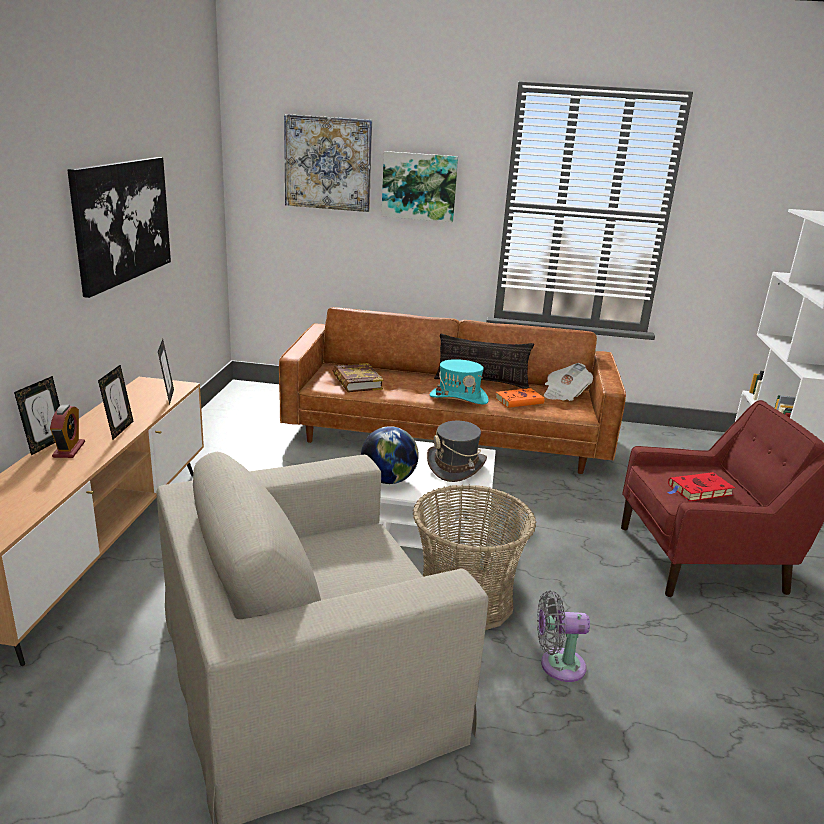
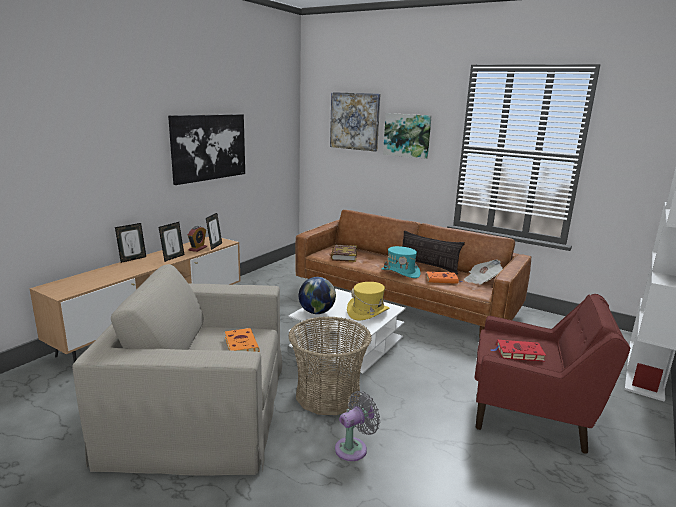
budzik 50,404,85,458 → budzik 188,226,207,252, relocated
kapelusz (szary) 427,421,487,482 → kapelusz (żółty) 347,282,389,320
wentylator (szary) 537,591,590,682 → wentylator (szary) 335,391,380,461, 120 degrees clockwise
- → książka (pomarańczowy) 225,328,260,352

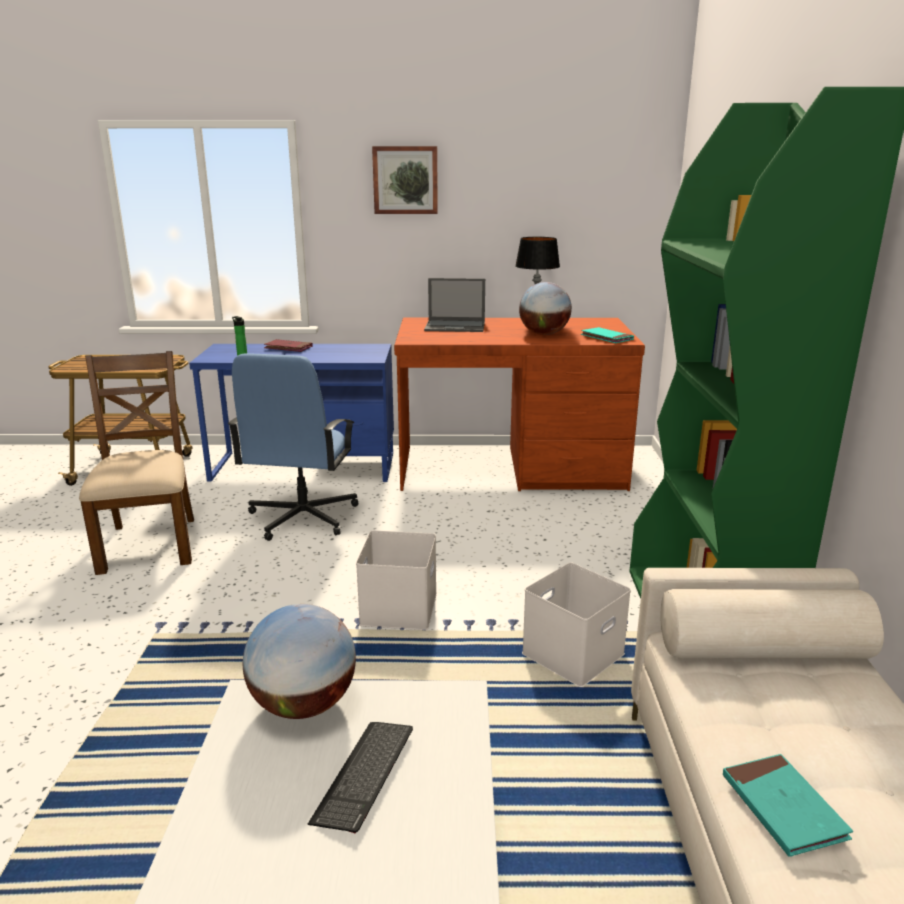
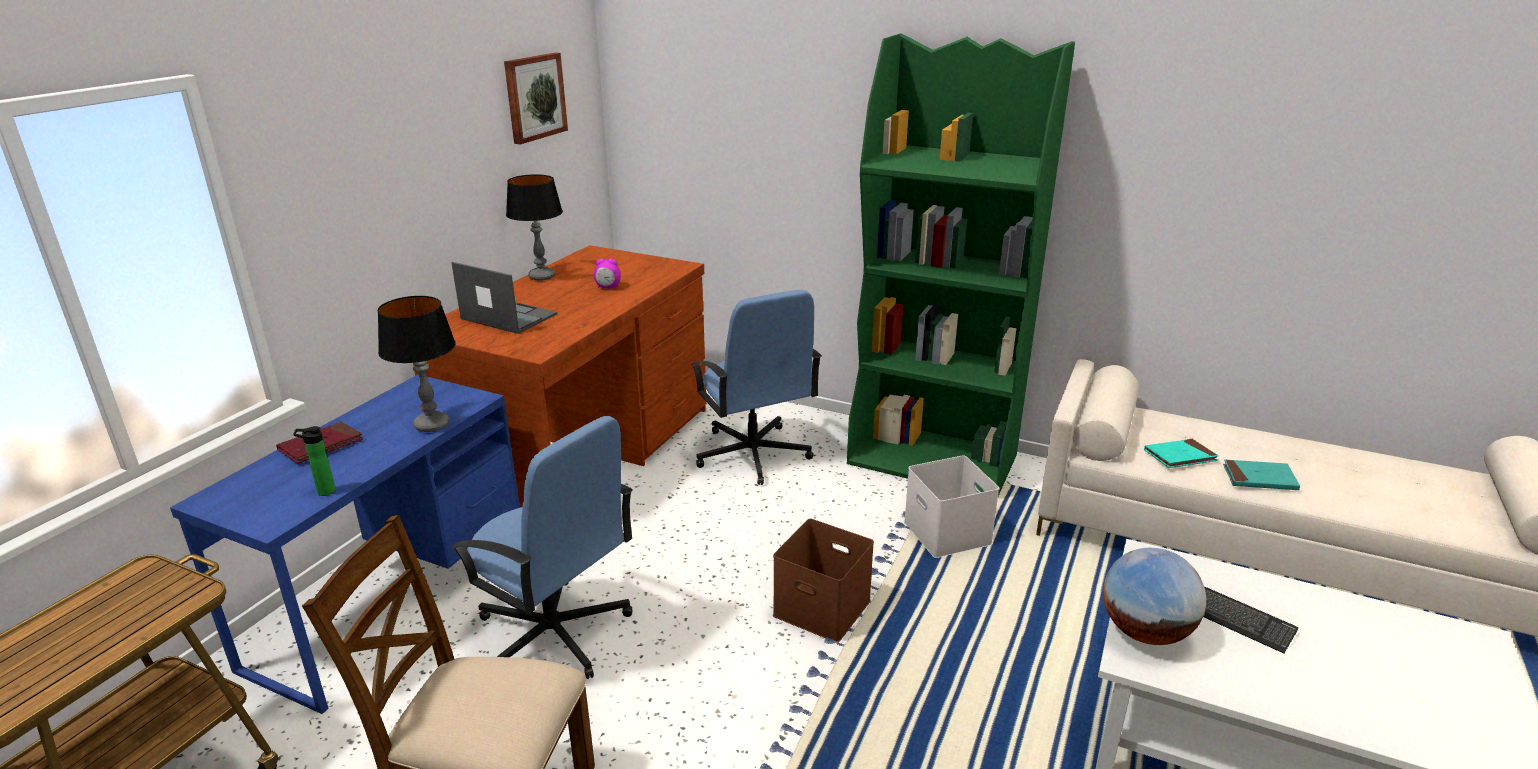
obraz 372,146,438,214 → obraz 504,52,568,144, relocated
laptop 424,278,485,332 → laptop 452,262,557,334, 90 degrees counterclockwise
globus 519,282,572,335 → budzik 594,258,621,289
książka (turkusowy) 581,327,634,343 → książka (turkusowy) 1144,439,1219,468, relocated
pojemnik do przechowywania (biały) 356,530,437,630 → pojemnik do przechowywania (brązowy) 773,519,874,642
- → krzesło biurowe (niebieski) 691,290,822,485
- → lampa stołowa 378,296,456,432

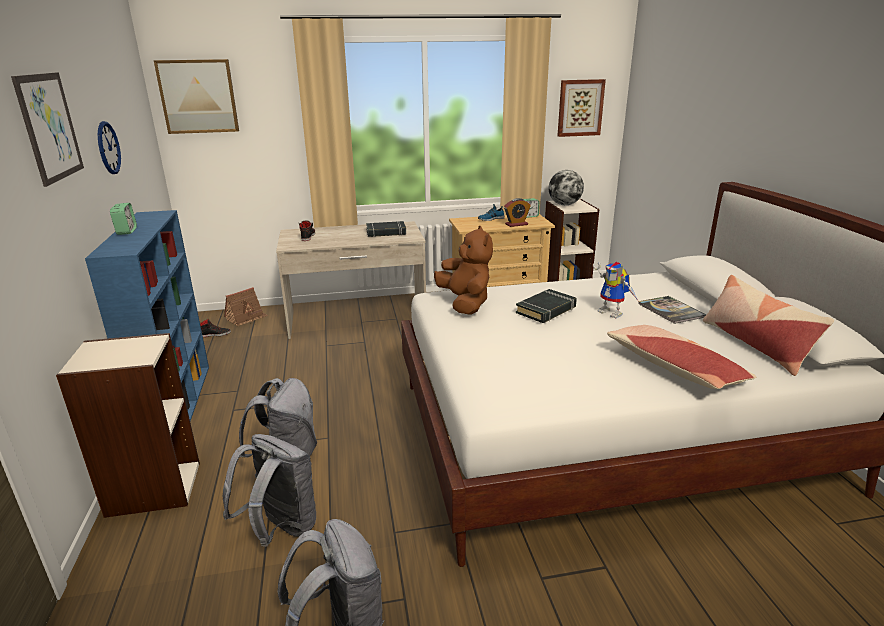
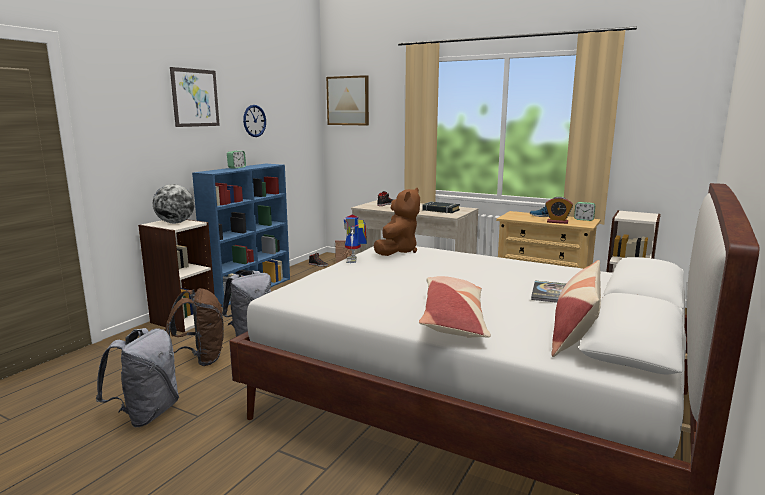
obraz 558,79,606,137 → -
globus 549,170,584,205 → globus 153,184,194,223, relocated
robot zabawkowy 593,262,638,318 → robot zabawkowy 343,215,367,263, relocated
książka (czarny) 516,289,577,323 → -
plecak (szary) 223,434,316,547 → plecak (brązowy) 165,288,224,366

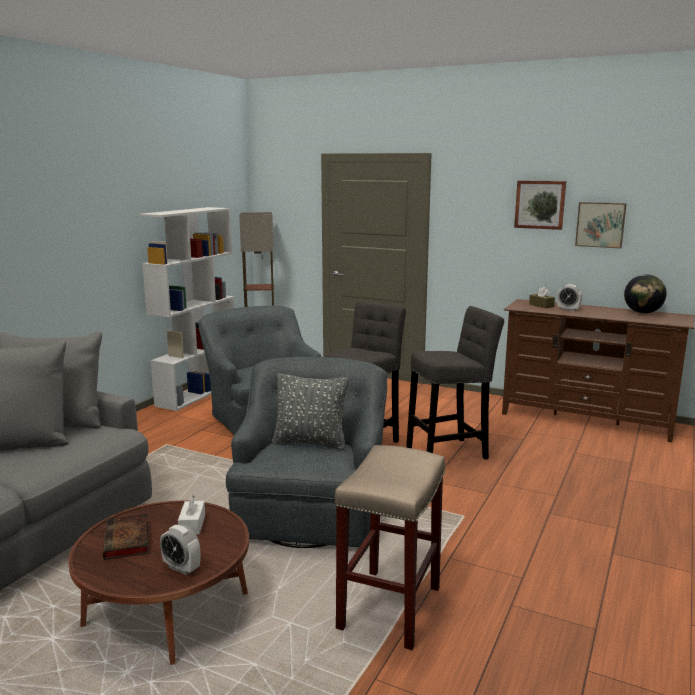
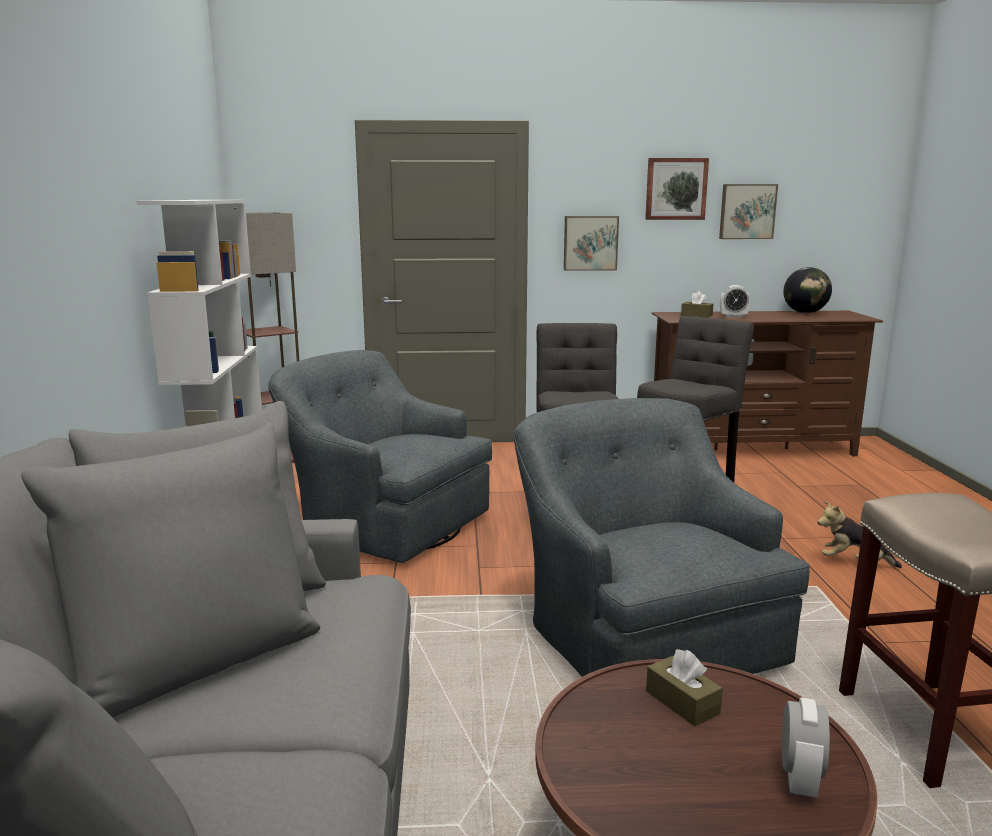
poduszka (szary) 272,373,349,450 → -
pudełko chusteczek (biały) 178,495,205,535 → pudełko chusteczek (brązowy) 646,649,723,726
książka 103,514,148,560 → -
budzik 160,525,201,575 → budzik 782,697,830,798, 75 degrees counterclockwise
- → obraz 564,216,619,271
- → pluszak 818,501,902,568

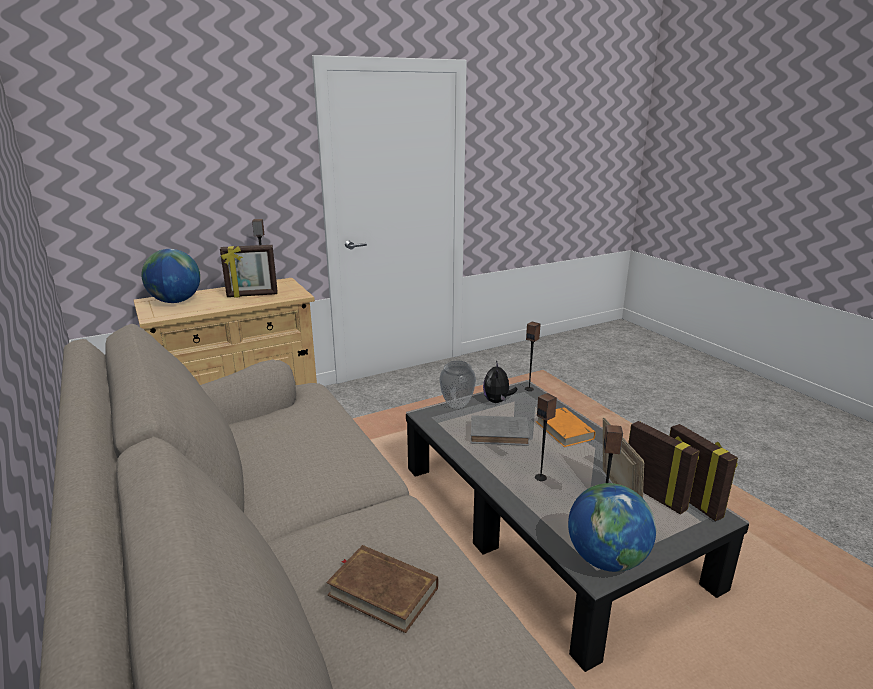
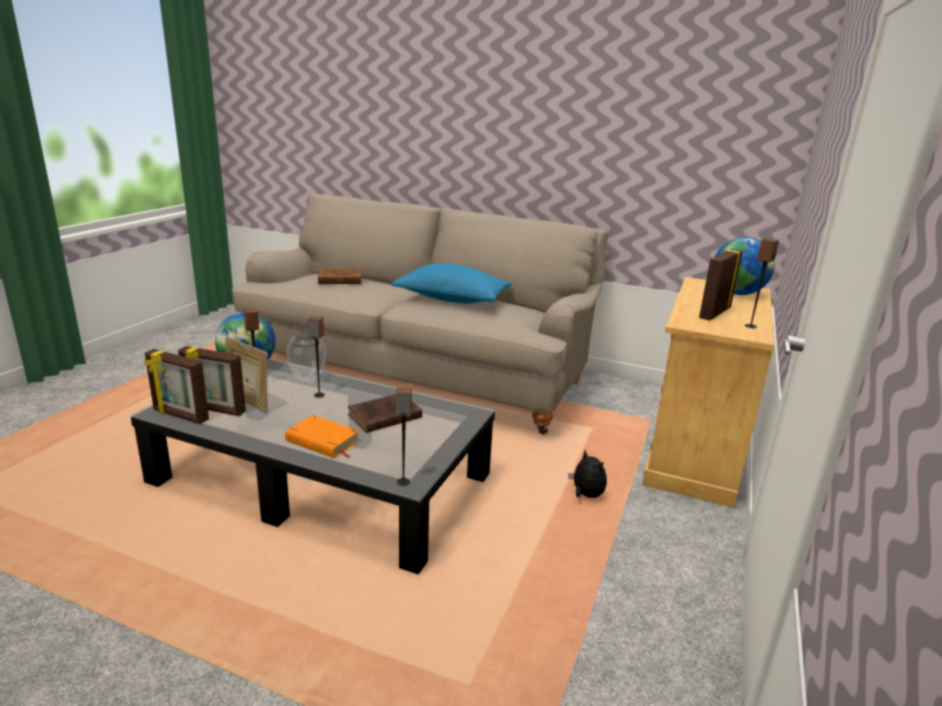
pluszak 483,360,517,403 → pluszak 568,450,607,498, relocated
wazon 439,361,476,409 → wazon 286,332,326,384, relocated
książka (szary) 471,415,529,446 → książka (brązowy) 348,394,422,433
- → poduszka (niebieski) 391,263,512,304

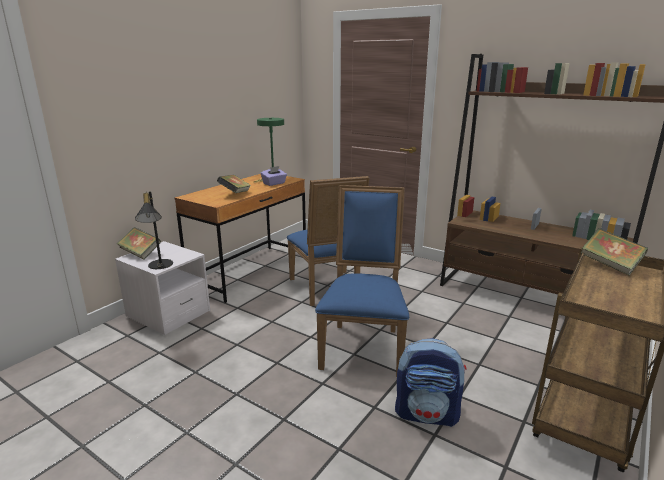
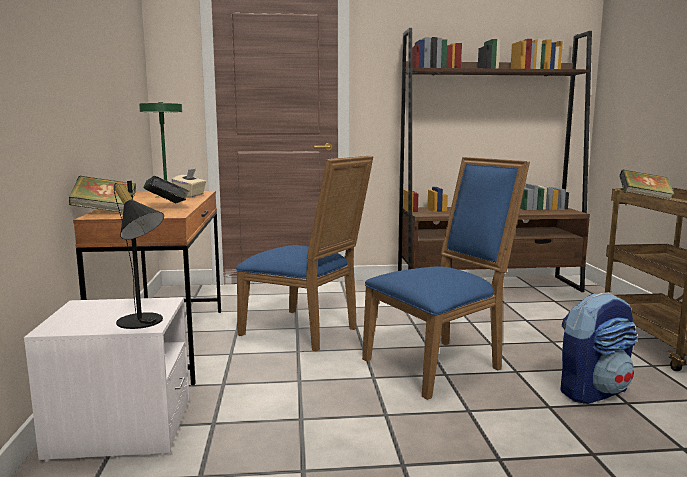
pudełko chusteczek (fioletowy) 261,166,287,186 → pudełko chusteczek (beżowy) 172,169,206,198
krzesło (niebieski) 315,185,409,377 → krzesło (niebieski) 362,157,530,400, 90 degrees clockwise
książka 117,227,161,260 → książka 69,176,136,213, relocated

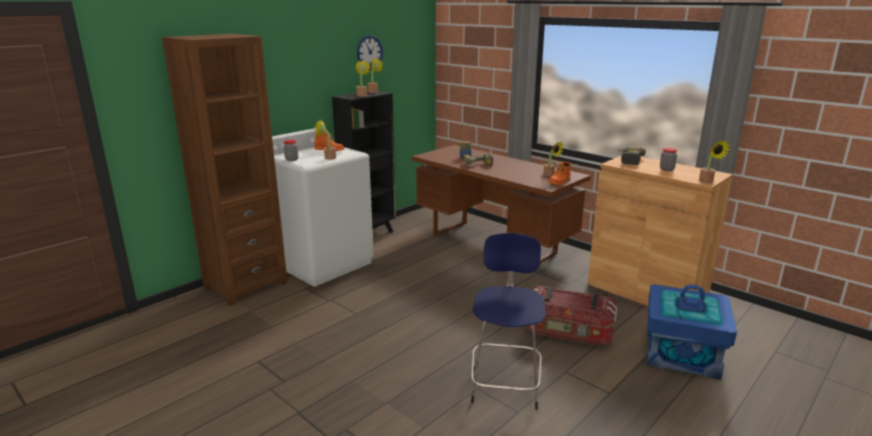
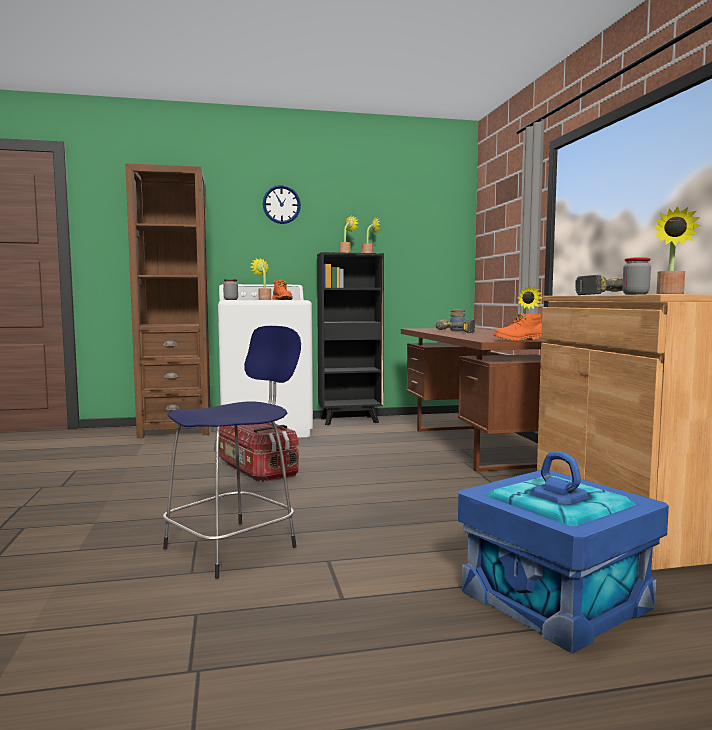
zegar ścienny 357,35,383,70 → zegar ścienny 263,185,301,224, relocated
pojemnik do przechowywania 525,286,617,346 → pojemnik do przechowywania 219,422,299,482, relocated

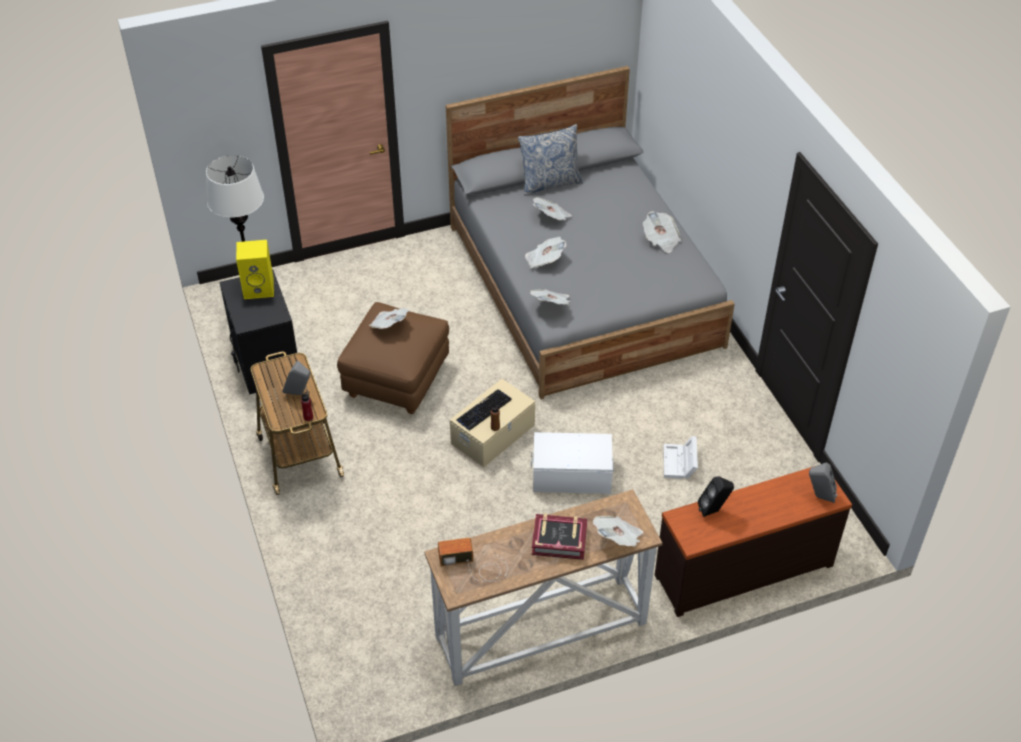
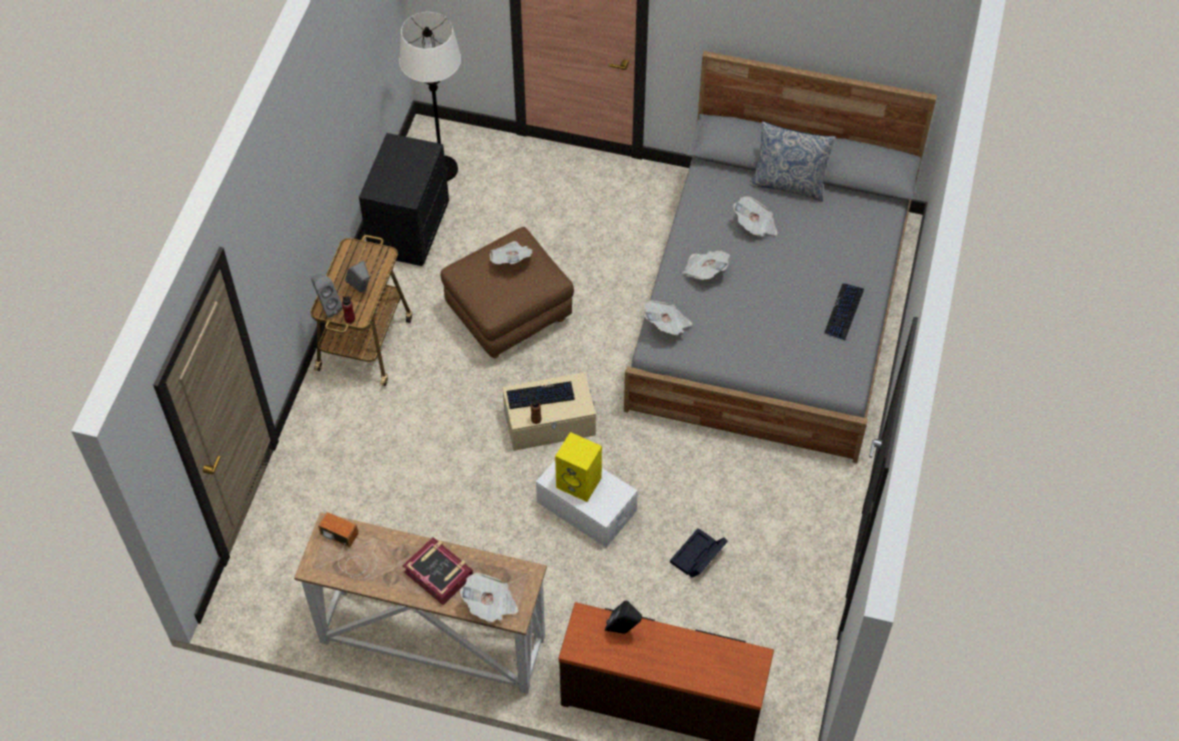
gazeta 643,211,681,253 → klawiatura 824,283,864,339
głośnik (żółty) 236,240,274,299 → głośnik (żółty) 555,432,602,502, relocated
pojemnik do przechowywania (biały) 663,436,698,479 → pojemnik do przechowywania (czarny) 670,528,728,578
głośnik (szary) 809,463,837,503 → głośnik (szary) 311,274,343,318, relocated

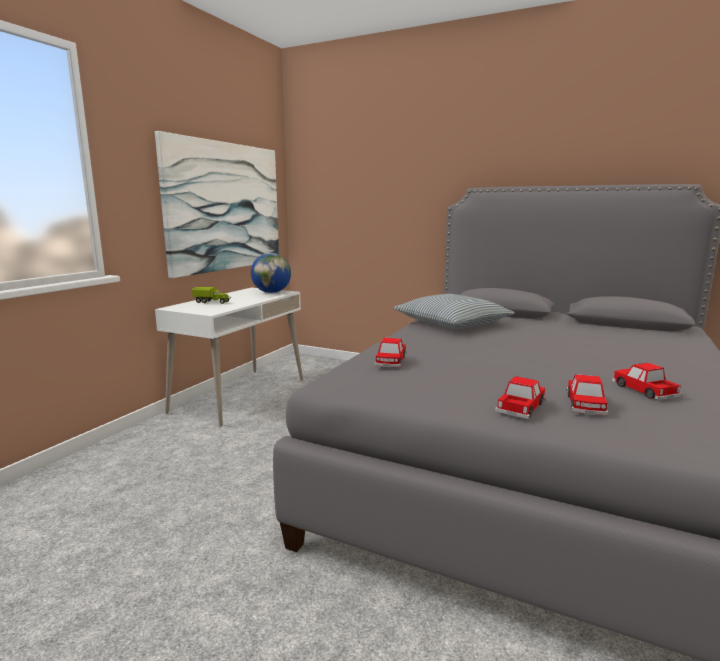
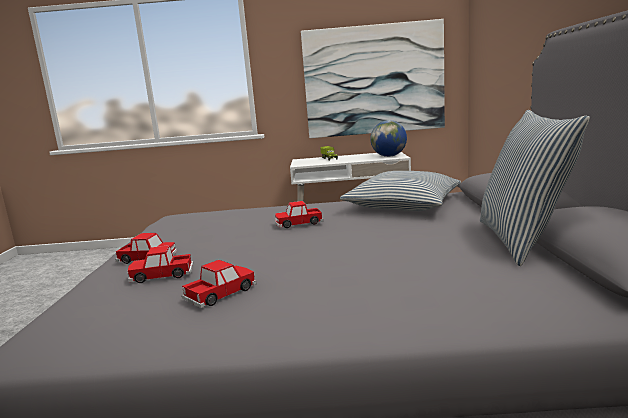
samochodzik 374,338,407,367 → samochodzik 275,201,323,228, relocated
- → poduszka 480,110,590,266

